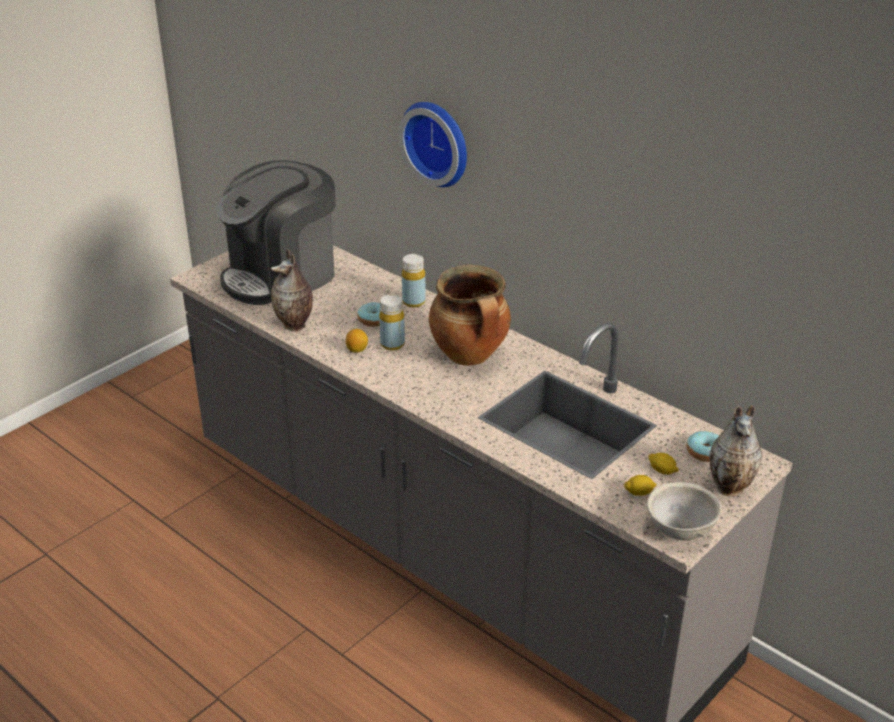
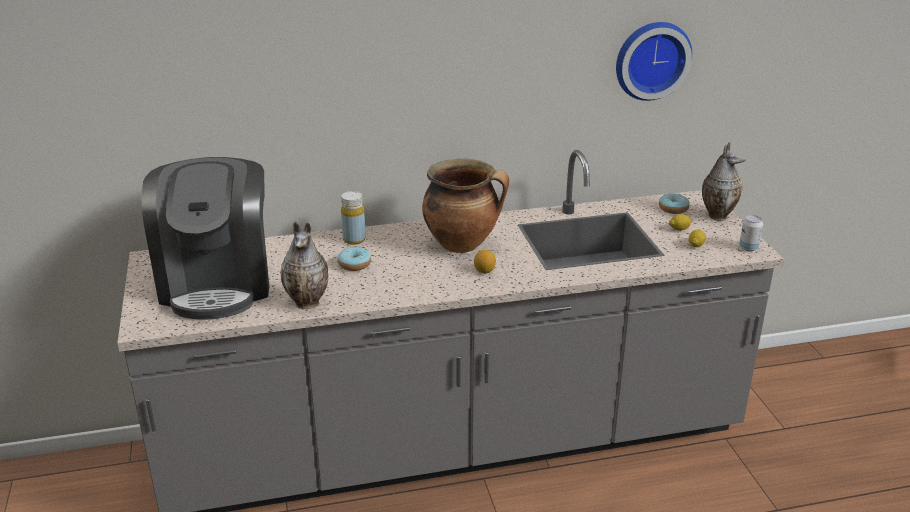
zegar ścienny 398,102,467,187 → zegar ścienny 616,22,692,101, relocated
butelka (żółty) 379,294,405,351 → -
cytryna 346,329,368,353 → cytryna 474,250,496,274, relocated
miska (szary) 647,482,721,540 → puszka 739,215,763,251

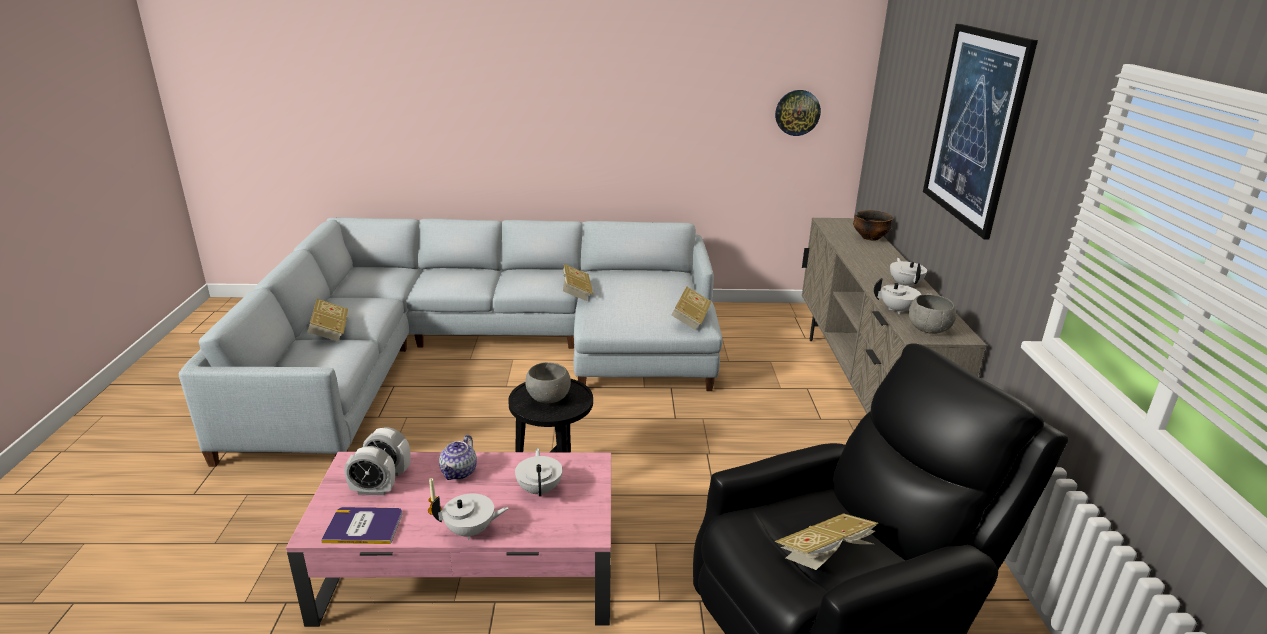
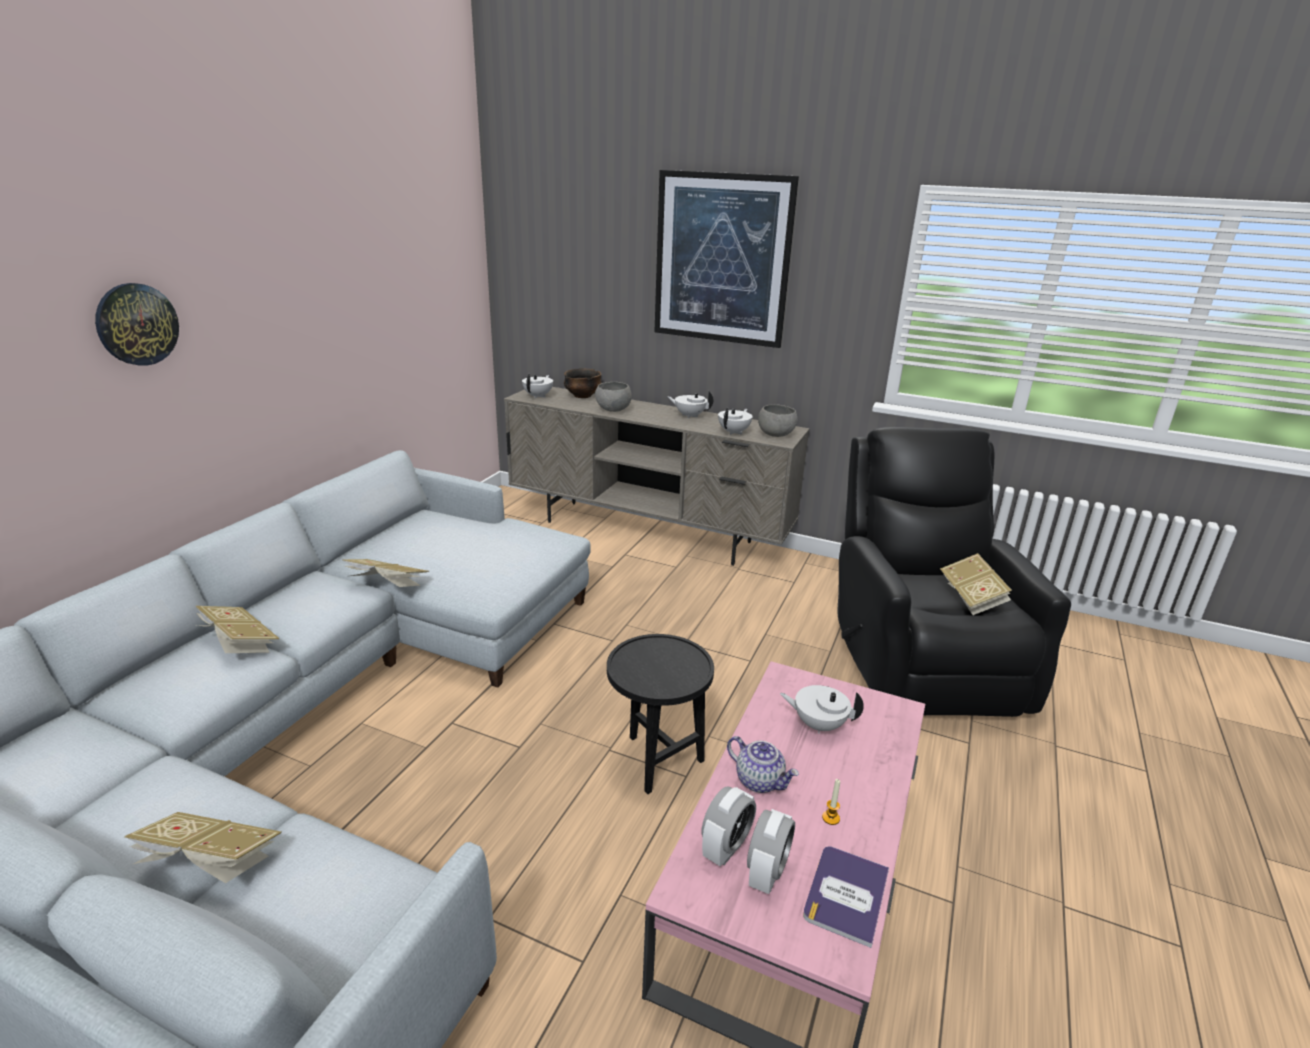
zegar ścienny 775,90,821,136 → zegar ścienny 95,283,179,366, relocated
książka 671,286,711,330 → książka 196,606,280,653, relocated
miska (szary) 525,362,571,403 → miska (szary) 595,382,632,412, relocated
imbryk (biały) 431,493,509,540 → imbryk (biały) 522,374,553,398, relocated

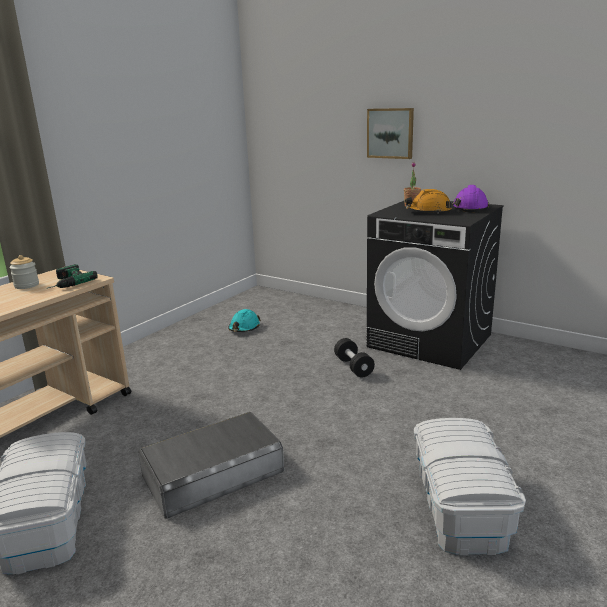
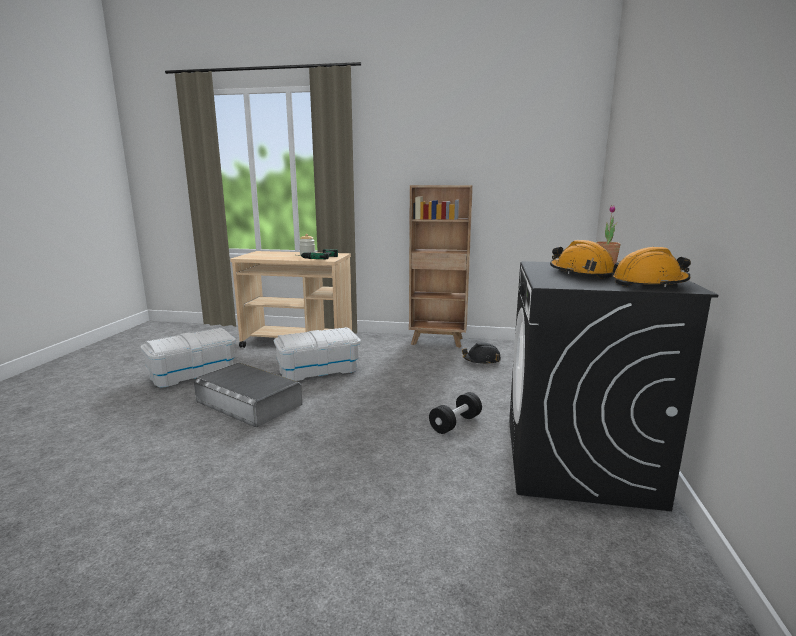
obraz 367,108,414,159 → -
kask (fioletowy) 452,185,490,212 → kask (pomarańczowy) 612,247,691,287
kask (turkusowy) 228,309,261,332 → kask (czarny) 462,342,501,365
pojemnik do przechowywania (biały) 414,418,526,555 → pojemnik do przechowywania (biały) 274,327,361,381, relocated
- → regał (brązowy) 409,185,473,348

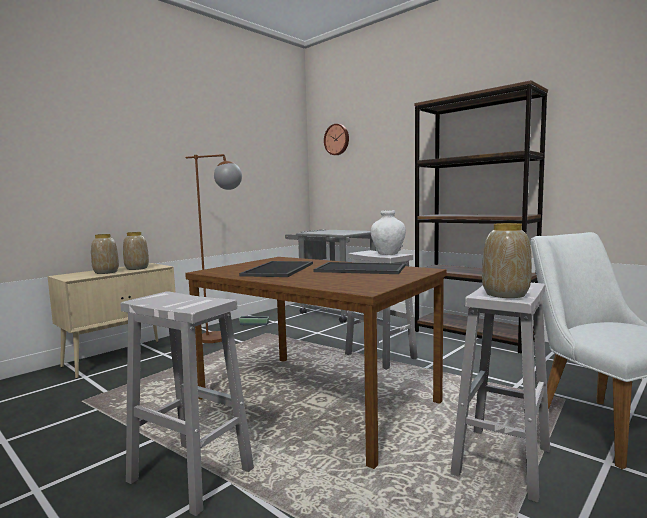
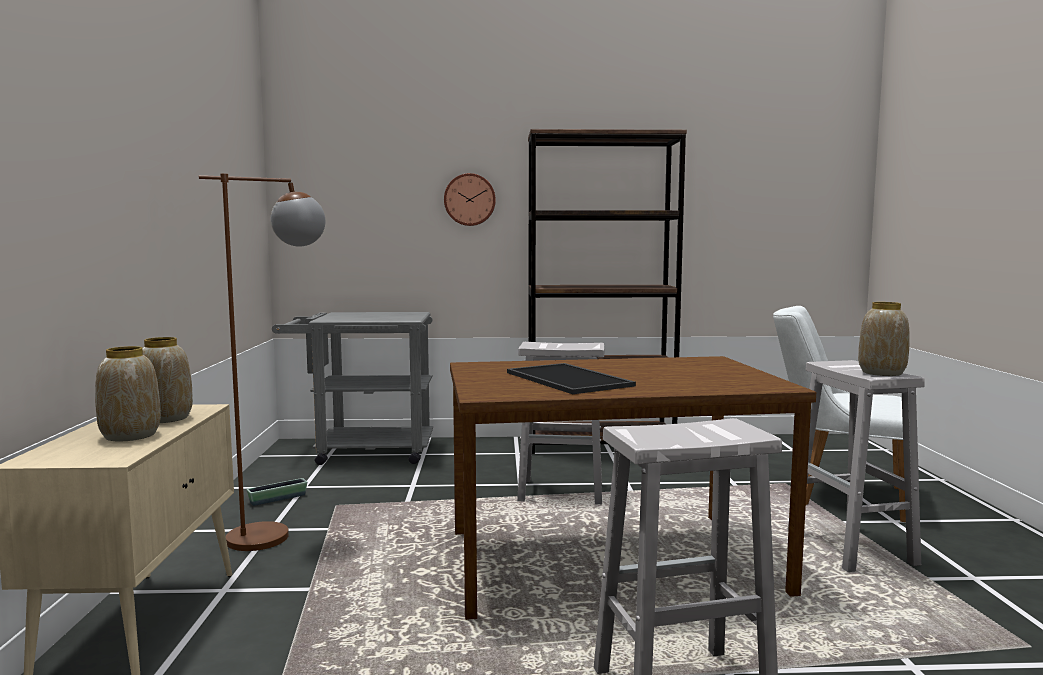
zegar ścienny 324,124,349,155 → zegar ścienny 444,173,496,226, relocated
wazon (biały) 371,210,406,255 → -
taca 314,262,405,274 → -

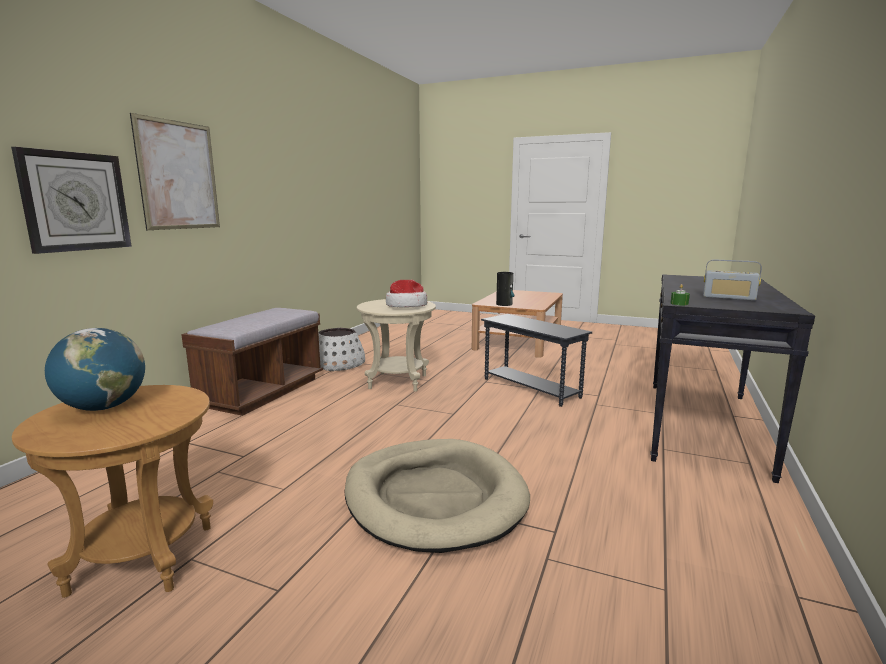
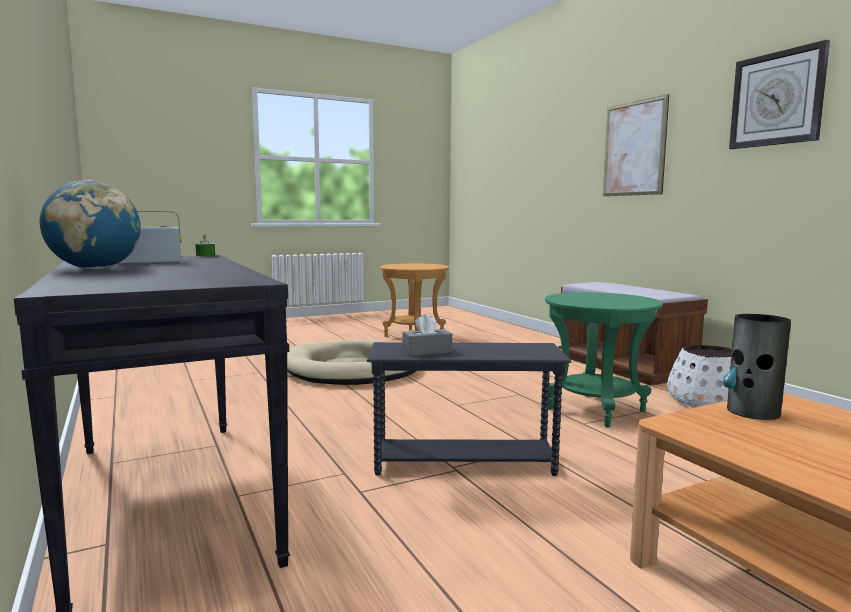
zegar ścienny 11,147,132,254 → zegar ścienny 729,40,830,149, relocated
kapelusz 386,280,427,308 → -
stolik (beżowy) 357,299,436,392 → stolik (zielony) 545,292,663,428
globus 45,328,145,411 → globus 40,180,141,269, relocated
- → pudełko chusteczek (szary) 402,314,452,356

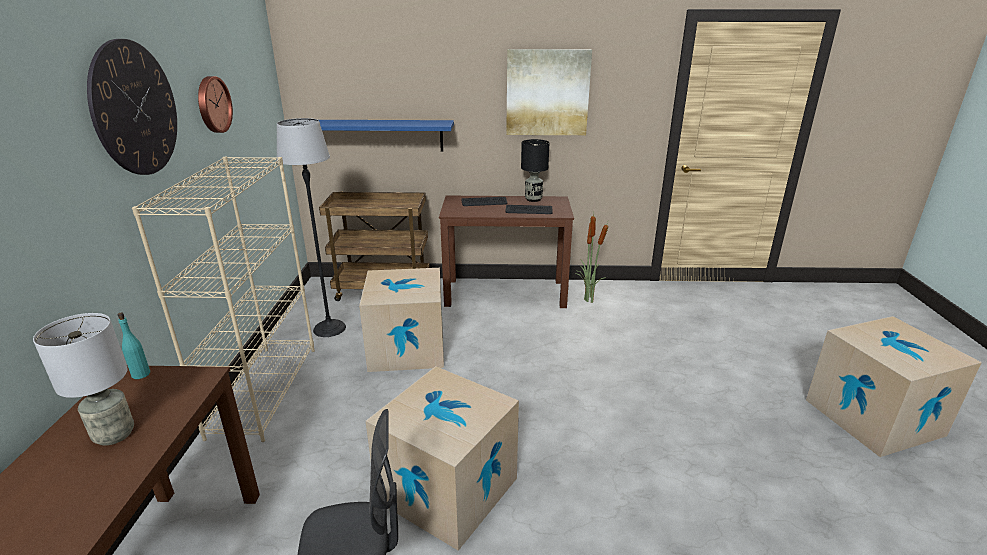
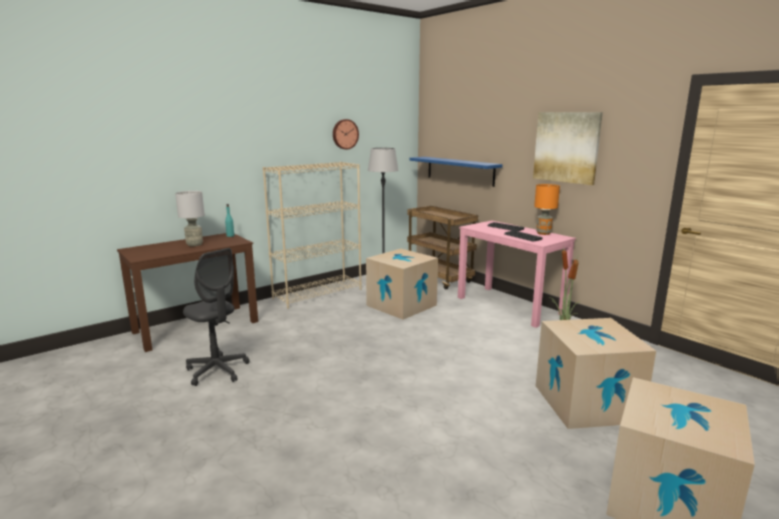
zegar ścienny 87,39,177,175 → -
lampa stołowa (czarny) 521,139,549,202 → lampa stołowa (pomarańczowy) 534,184,560,235
biurko (brązowy) 439,196,574,308 → biurko (różowy) 458,220,576,328
karton 366,366,519,551 → karton 536,318,656,429, relocated

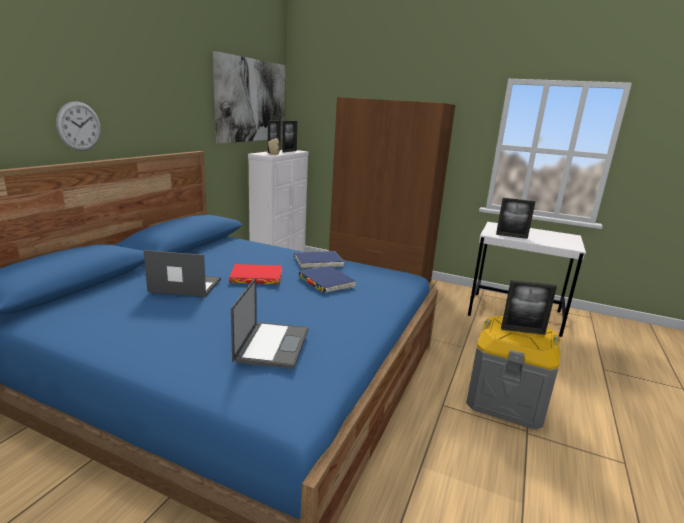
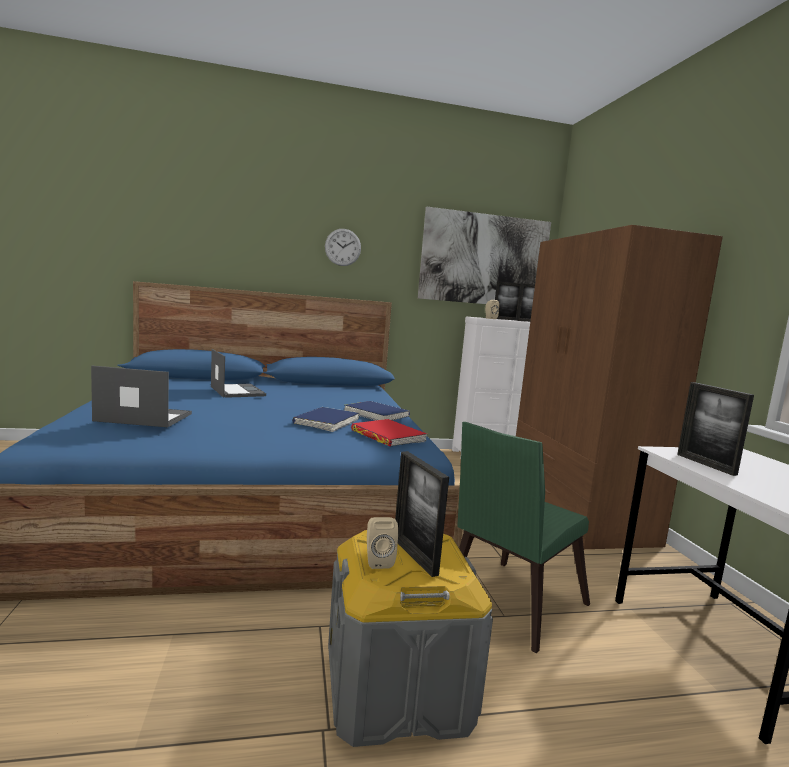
zegar ścienny 56,101,101,151 → zegar ścienny 325,229,361,266, relocated
książka (czerwony) 229,264,282,284 → książka (czerwony) 351,419,427,447, relocated
laptop 231,278,308,369 → laptop 91,366,192,427, 150 degrees counterclockwise
- → krzesło (zielony) 457,422,590,653
- → głośnik (beżowy) 367,517,398,569

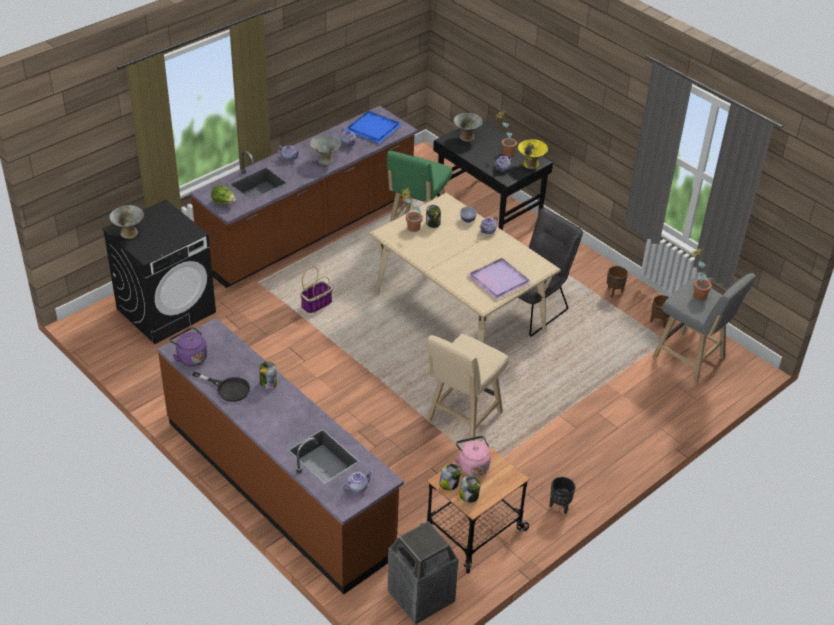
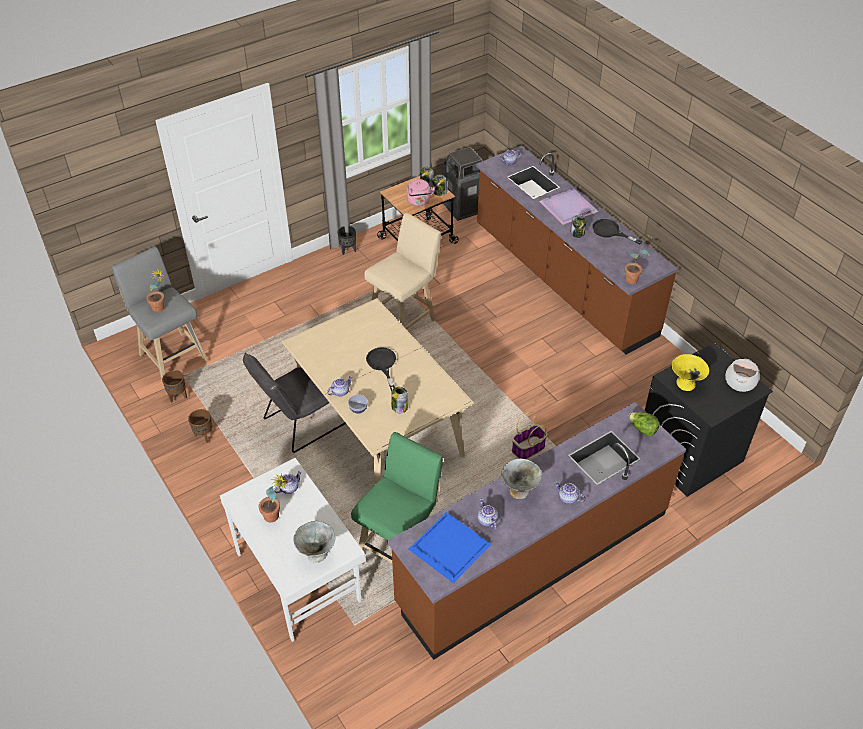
biurko (czarny) 433,119,553,230 → biurko (biały) 220,458,365,642
miska (żółty) 518,139,548,169 → miska (żółty) 672,354,709,391, relocated
roślina doniczkowa 400,188,423,232 → roślina doniczkowa 625,234,652,284, relocated
miska (szary) 109,205,144,239 → garnek 725,359,759,392
taca (fioletowy) 467,258,532,300 → taca (fioletowy) 539,188,599,225, relocated
czajnik (fioletowy) 170,327,207,367 → -
- → patelnia (czarny) 366,347,396,391

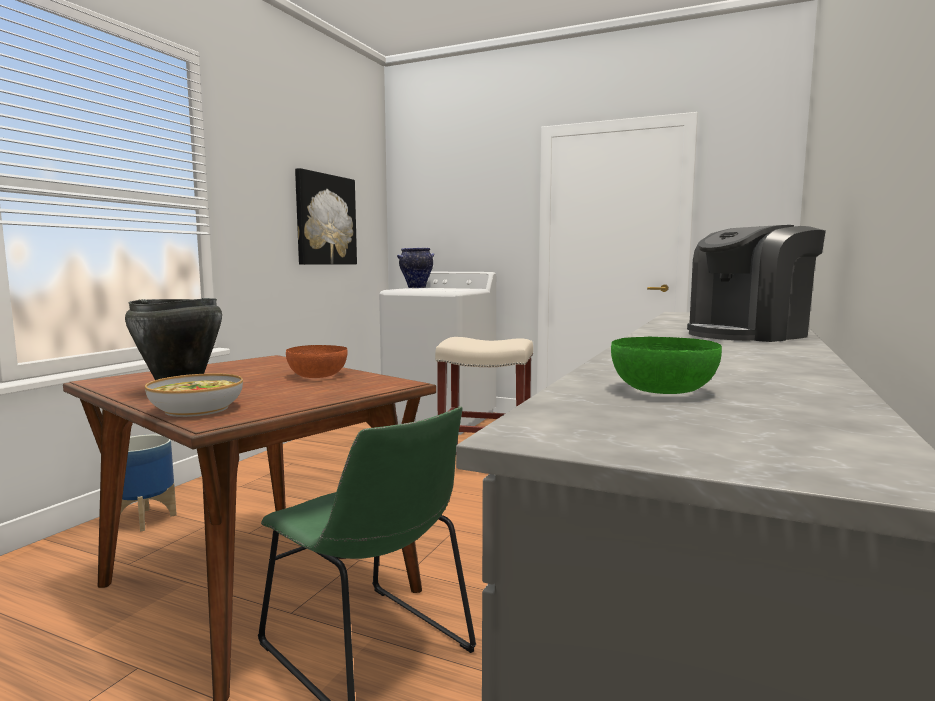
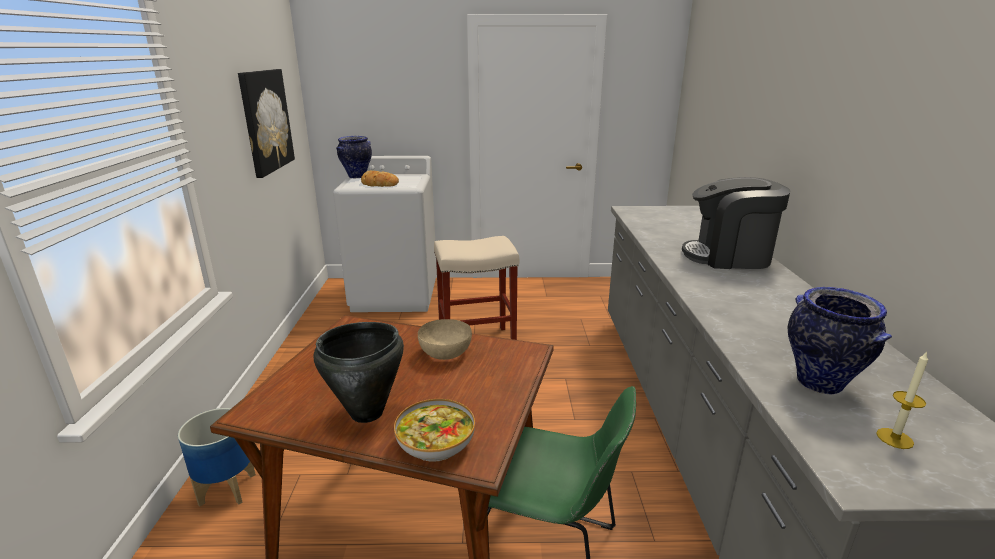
ekspres do kawy 687,225,826,342 → ekspres do kawy 682,177,791,269, 60 degrees clockwise
miska (zielony) 611,337,722,394 → wazon 788,287,892,394
miska (pomarańczowy) 286,345,347,378 → miska (beżowy) 418,319,472,360
- → chleb 361,171,399,187
- → świeca 876,351,928,449

